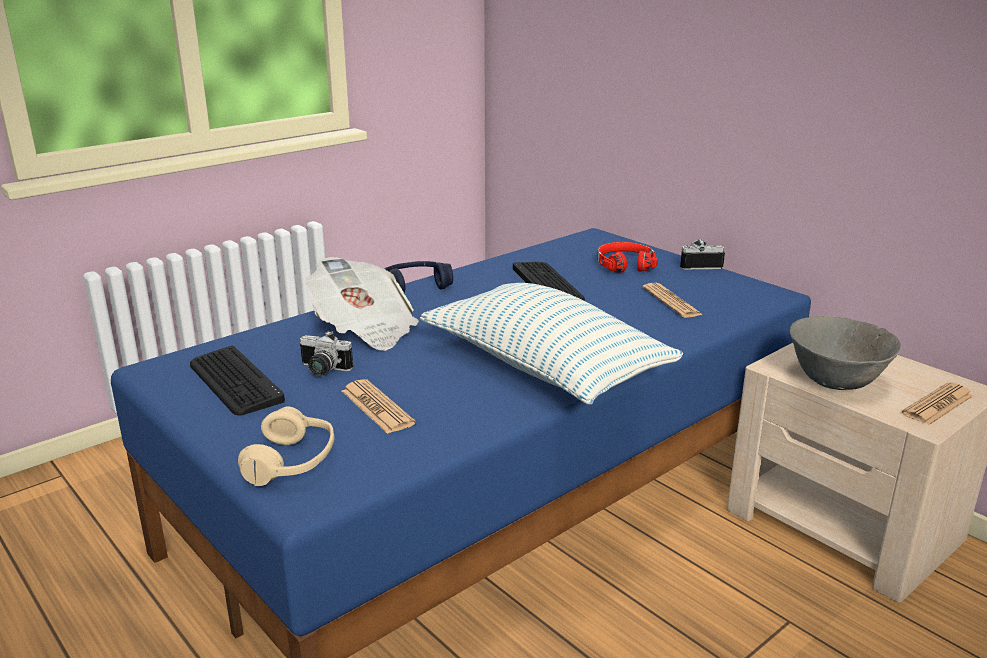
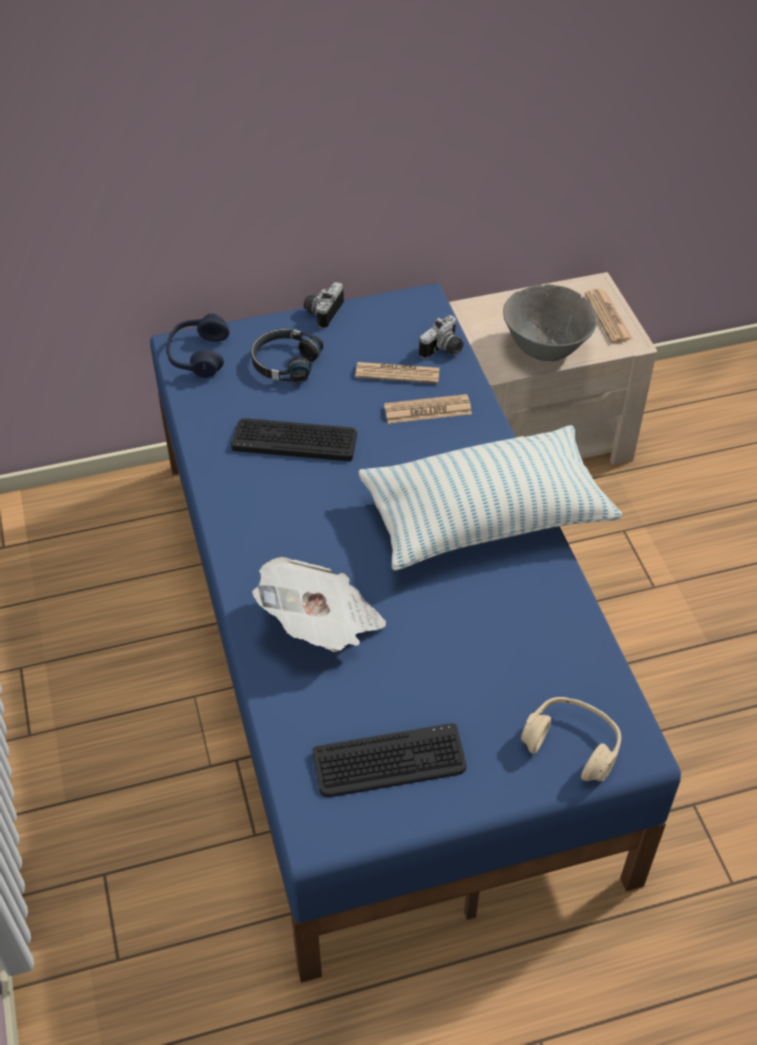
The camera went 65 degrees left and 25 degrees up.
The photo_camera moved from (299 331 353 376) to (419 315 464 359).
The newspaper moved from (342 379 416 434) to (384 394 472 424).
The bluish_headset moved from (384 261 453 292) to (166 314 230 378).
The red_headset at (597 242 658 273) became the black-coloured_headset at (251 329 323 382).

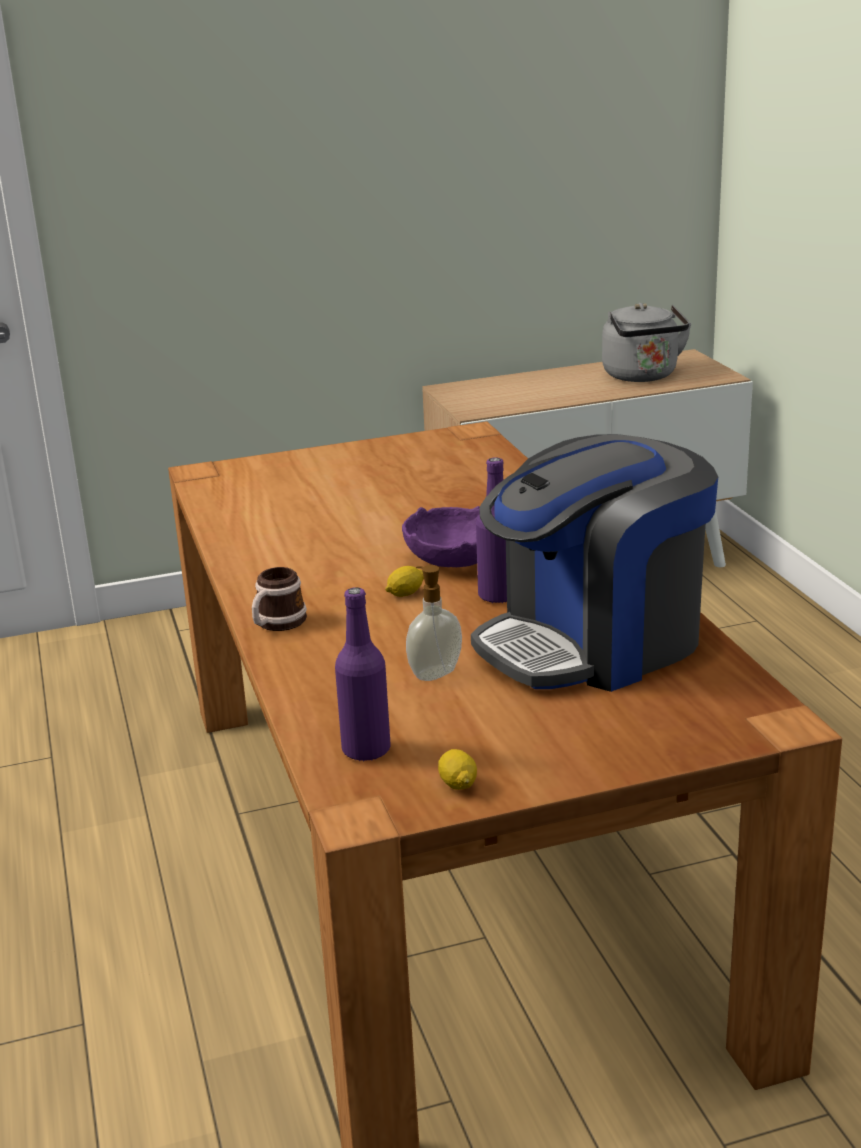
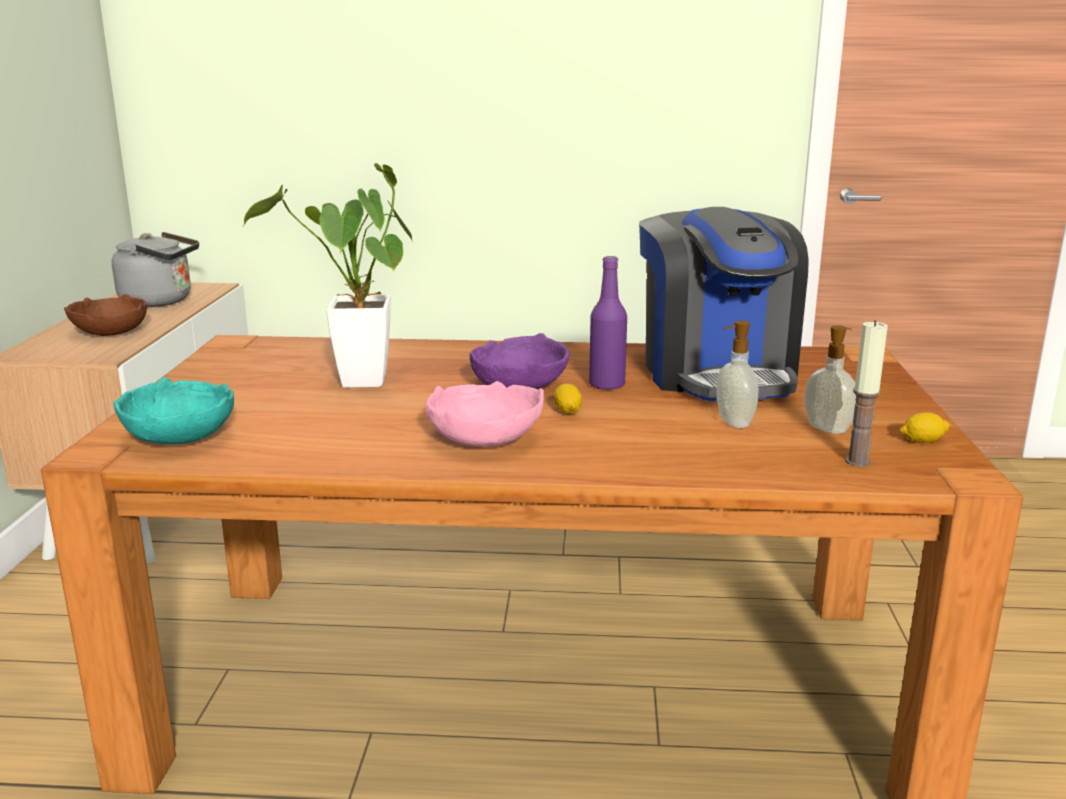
The camera went 70 degrees left and 5 degrees down.
The tea_mug at (252 567 307 631) disappeared.
The brown-coloured_deep_dish at (64 294 147 336) appeared.
The turquoise-coloured_deep_dish at (114 377 234 444) appeared.
The houseplant at (243 163 414 388) appeared.
The pink-coloured_deep_dish at (426 381 544 447) appeared.
The soap_dispenser at (804 325 856 434) appeared.
The purplish_drink_bottle at (335 587 391 762) was replaced by the candle at (845 320 888 467).

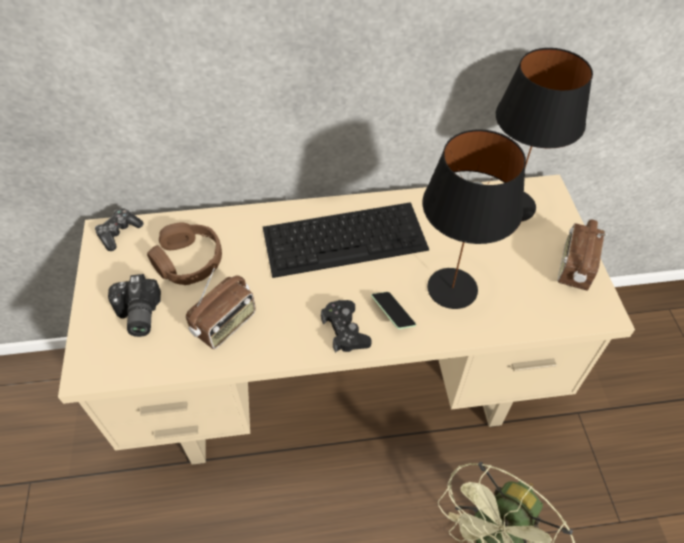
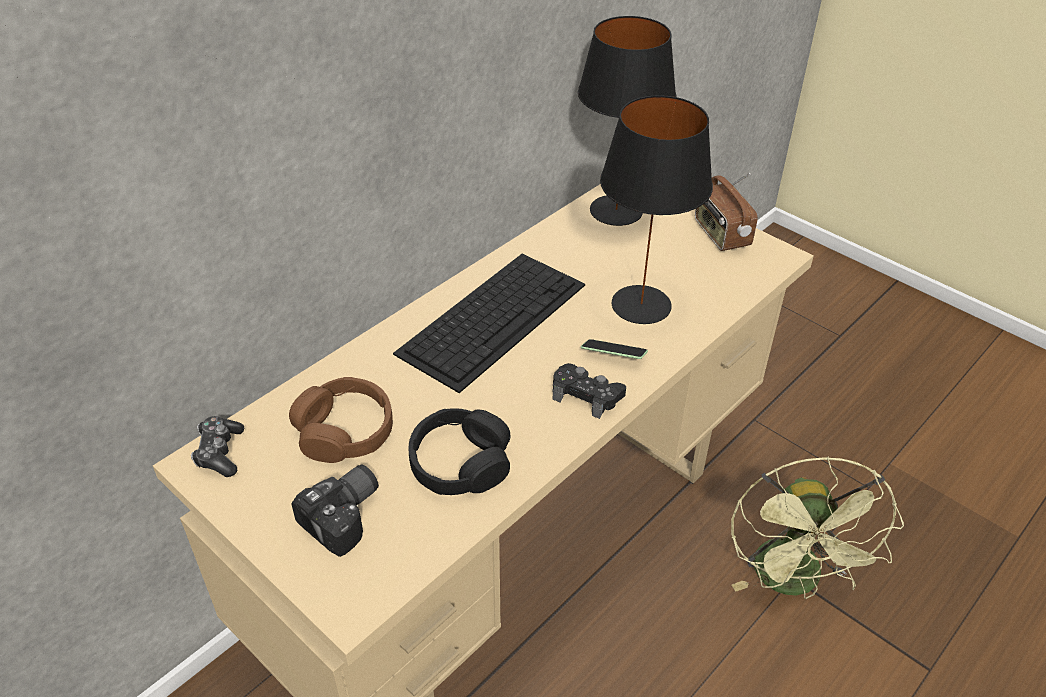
The camera went 40 degrees left and 10 degrees down.
The radio at (186 268 256 349) was replaced by the black-coloured_headset at (409 408 510 495).
The photo_camera at (108 274 161 337) turned 90 degrees counterclockwise.

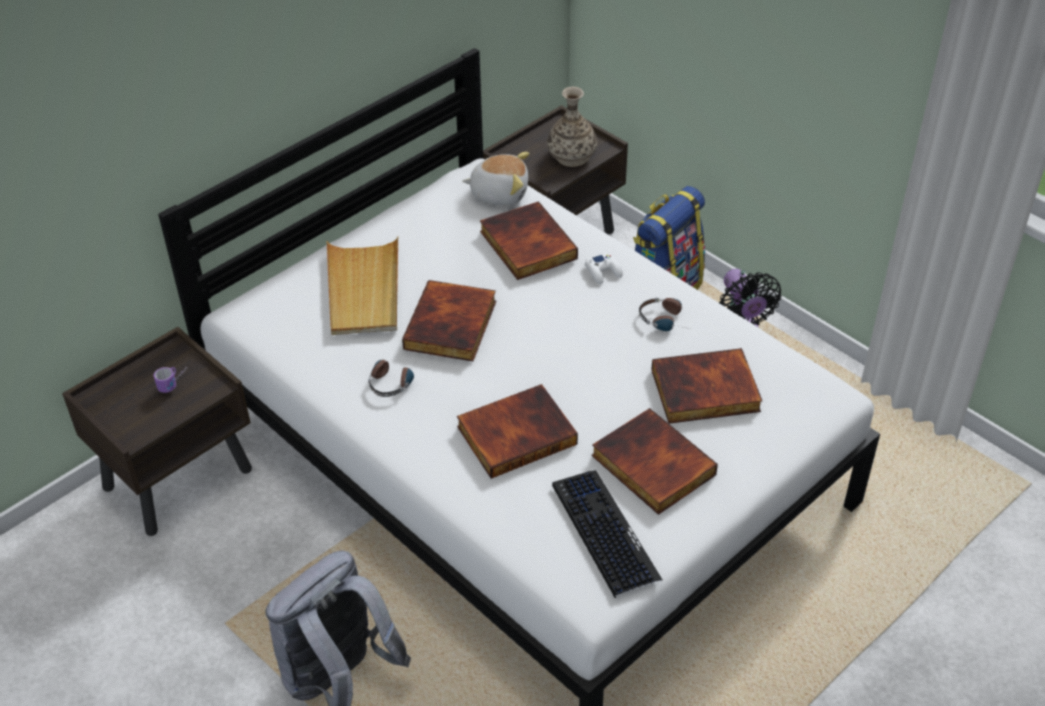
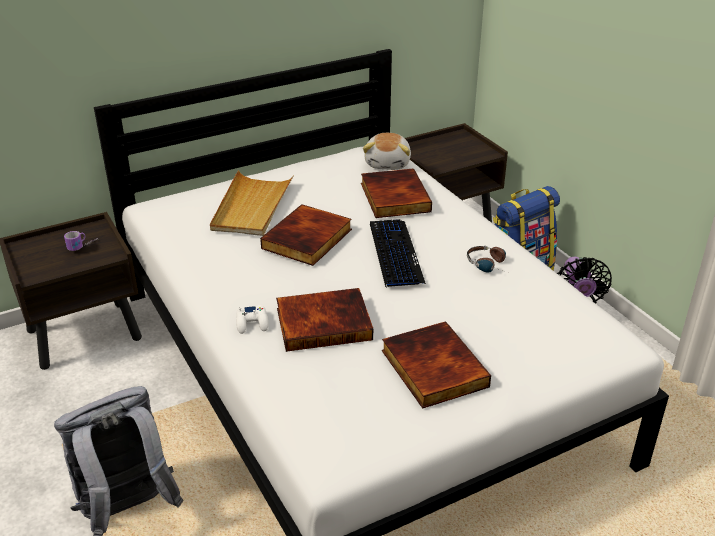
The camera went 15 degrees right and 10 degrees down.
The headset at (368 360 415 397) disappeared.
The vase at (547 87 597 167) disappeared.
The book at (651 348 762 424) disappeared.
The PC_keyboard moved from (552 470 662 598) to (370 219 426 288).
The whitish_joypad moved from (585 253 623 284) to (236 305 269 334).
The plush_toy at (462 152 529 205) turned 75 degrees clockwise.

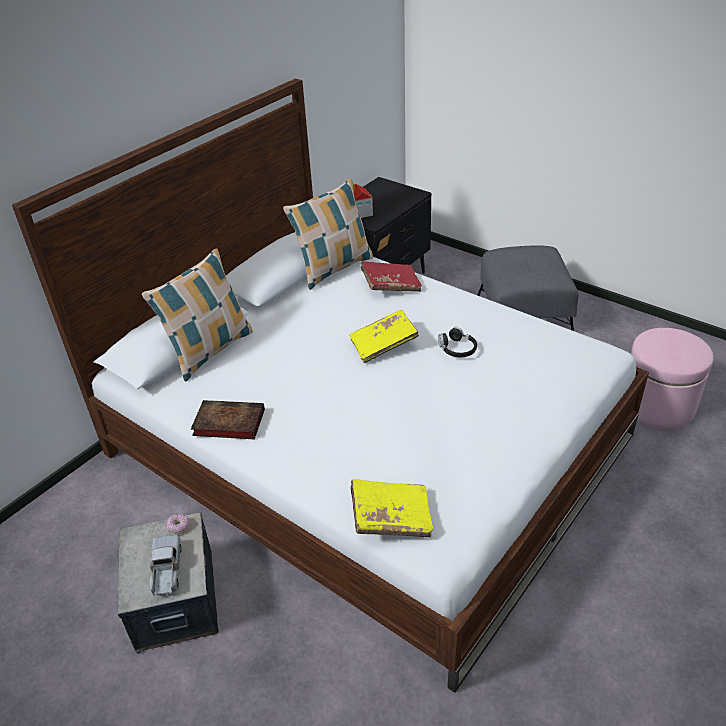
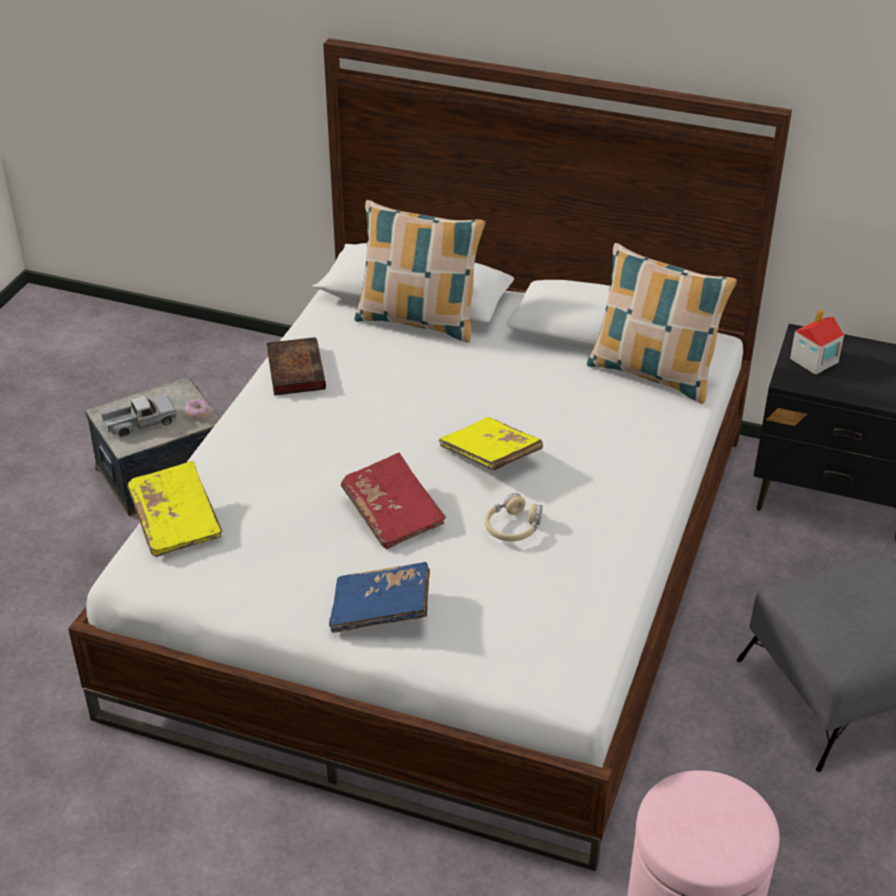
The camera went 70 degrees right and 0 degrees up.
The bluish_book at (329 562 430 633) appeared.
The red_book moved from (361 261 422 292) to (341 453 446 549).
The black-coloured_headset at (438 327 477 357) became the beige-coloured_headset at (485 493 542 541).

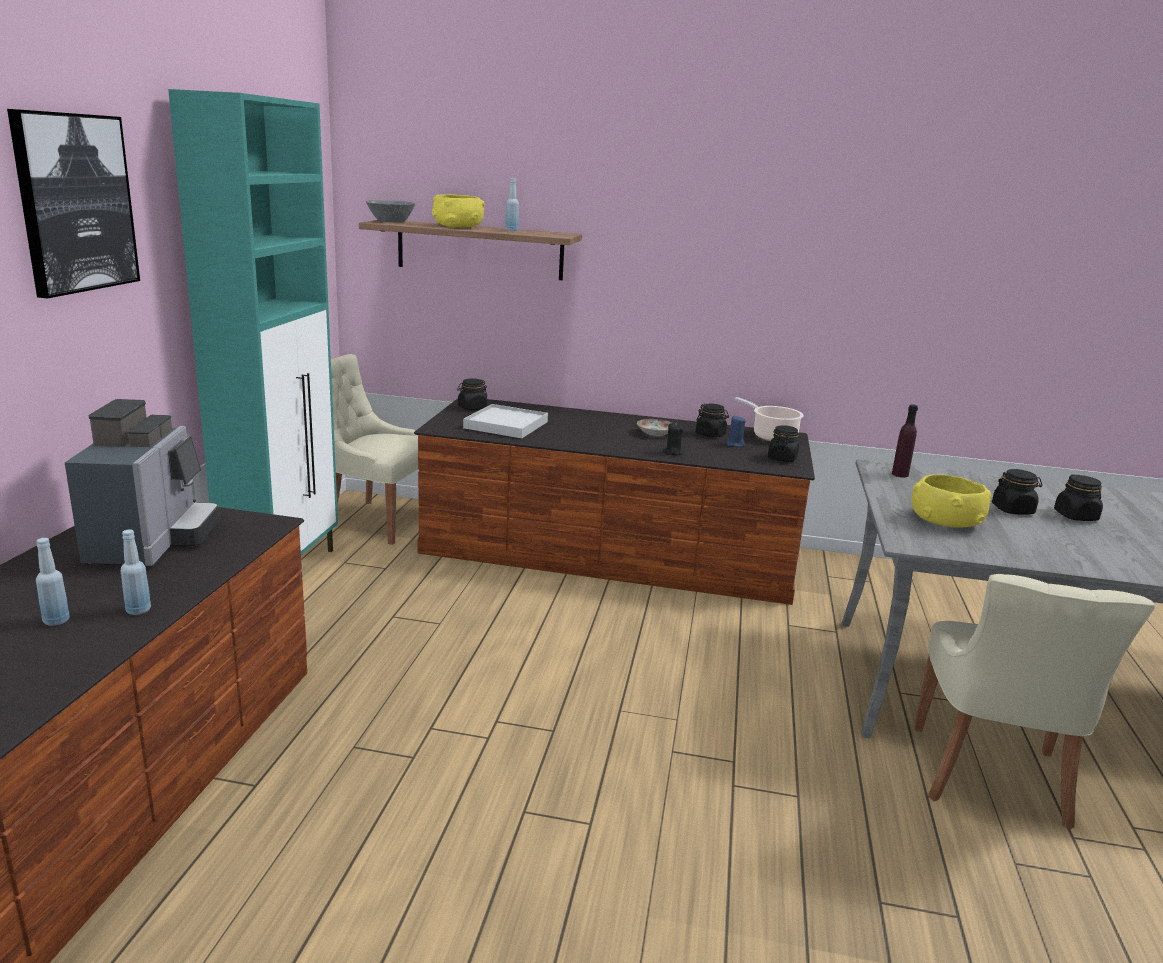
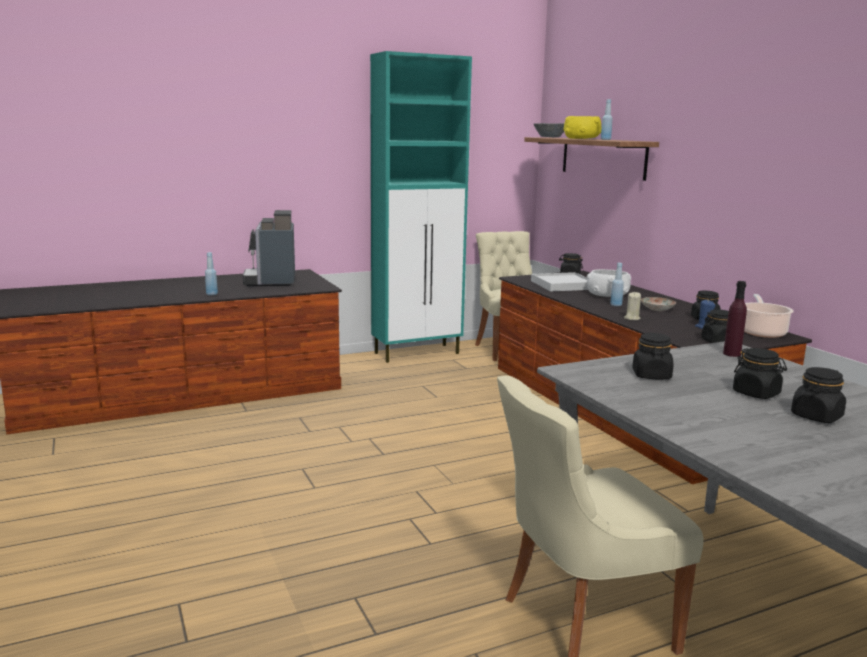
The camera went 55 degrees right and 5 degrees down.
The wall_art at (7 109 140 299) disappeared.
The whitish_deep_dish at (587 269 631 297) appeared.
The bluish_drink_bottle moved from (36 538 70 626) to (610 263 624 306).
The yellowish_deep_dish at (912 475 992 528) was replaced by the black-coloured_preserve_jar at (632 333 673 379).
The black-coloured_candle at (663 423 683 456) became the beige-coloured_candle at (624 292 641 320).
The coffee_machine at (65 399 220 566) turned 120 degrees clockwise.

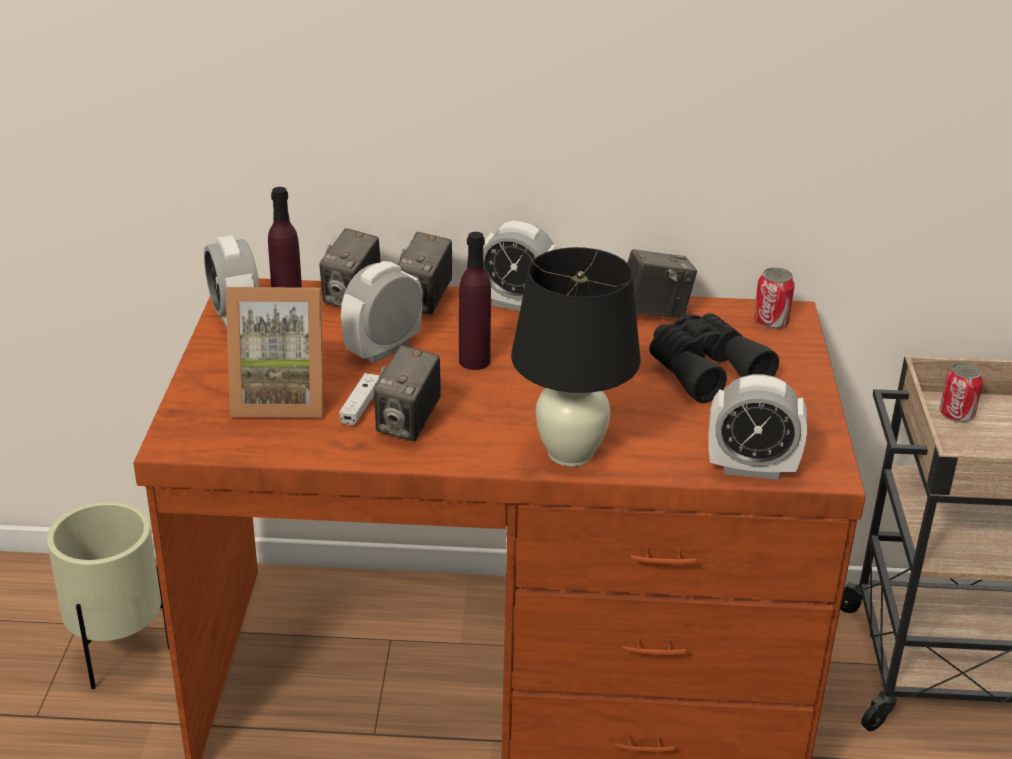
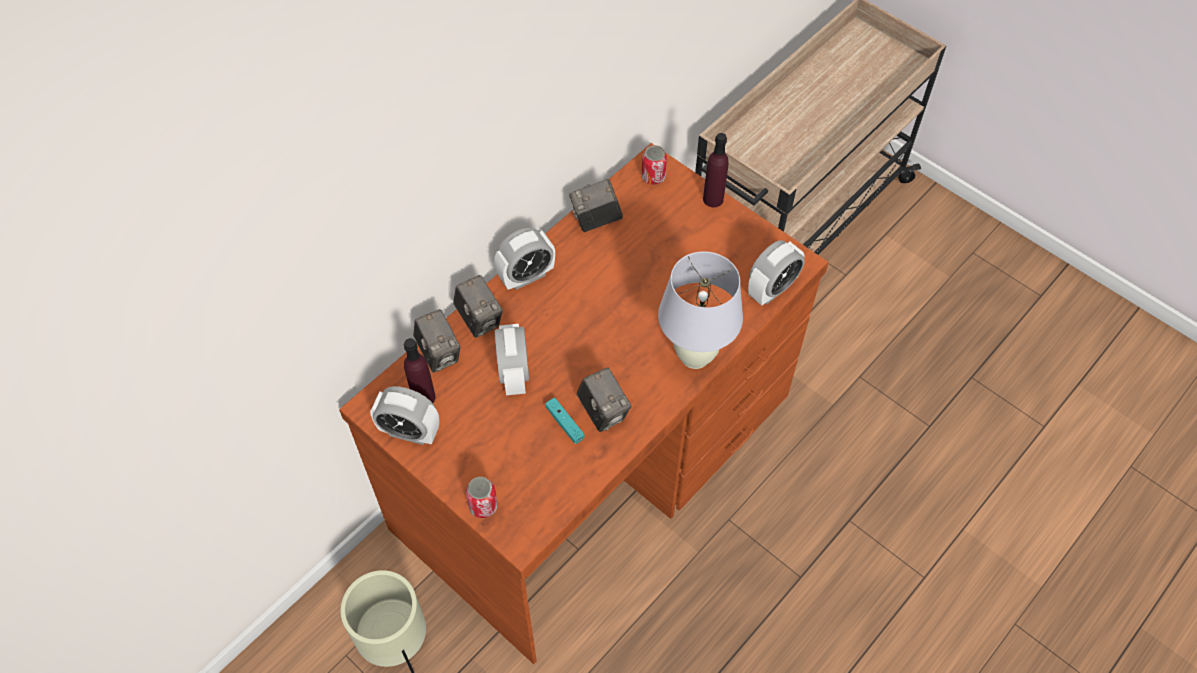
The camera went 50 degrees left and 25 degrees up.
The picture_frame at (226 287 323 417) disappeared.
The black-coloured_pair_of_binoculars at (649 313 779 403) disappeared.
The purplish_drink_bottle moved from (459 232 491 370) to (703 133 729 207).
The sealed_can moved from (940 362 983 423) to (466 477 498 518).
The whitish_joypad at (339 373 380 426) became the turquoise-coloured_joypad at (545 398 585 444).
The black-coloured_table_lamp at (511 247 641 467) became the whitish_table_lamp at (658 251 743 369).
The photo_camera at (627 249 697 318) turned 135 degrees counterclockwise.

